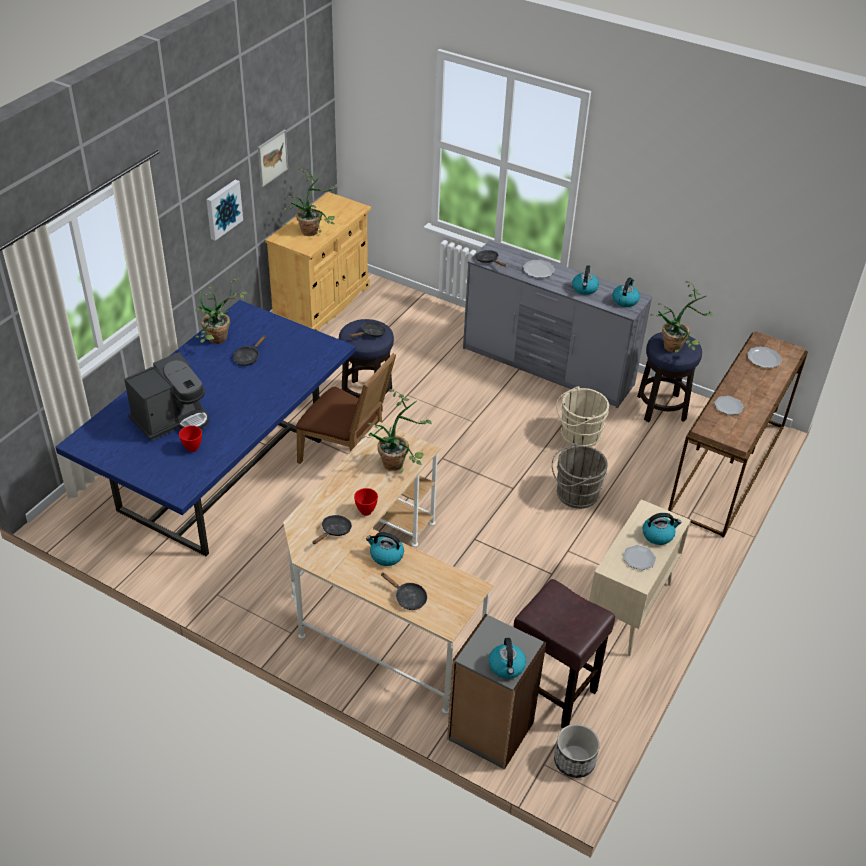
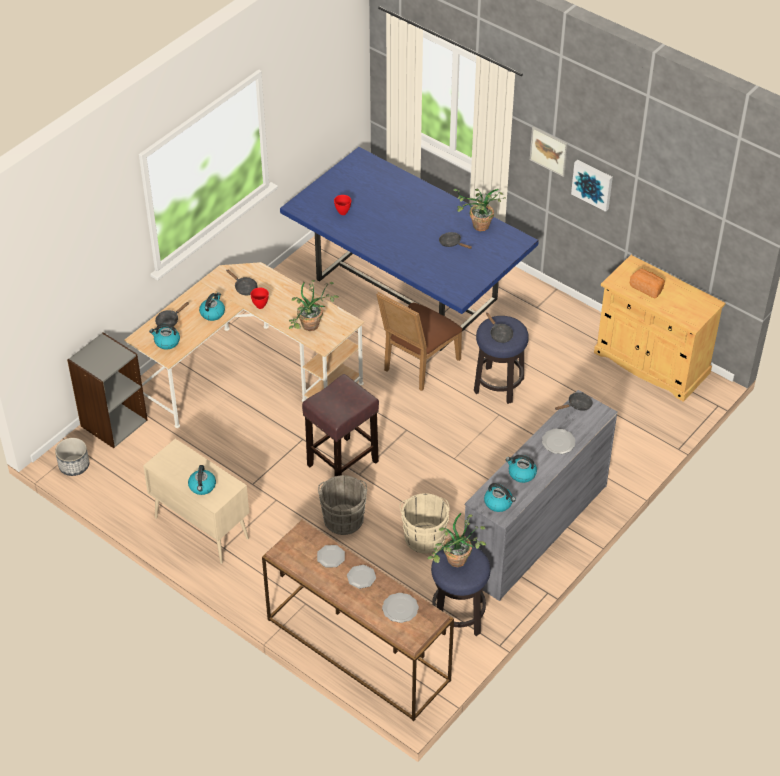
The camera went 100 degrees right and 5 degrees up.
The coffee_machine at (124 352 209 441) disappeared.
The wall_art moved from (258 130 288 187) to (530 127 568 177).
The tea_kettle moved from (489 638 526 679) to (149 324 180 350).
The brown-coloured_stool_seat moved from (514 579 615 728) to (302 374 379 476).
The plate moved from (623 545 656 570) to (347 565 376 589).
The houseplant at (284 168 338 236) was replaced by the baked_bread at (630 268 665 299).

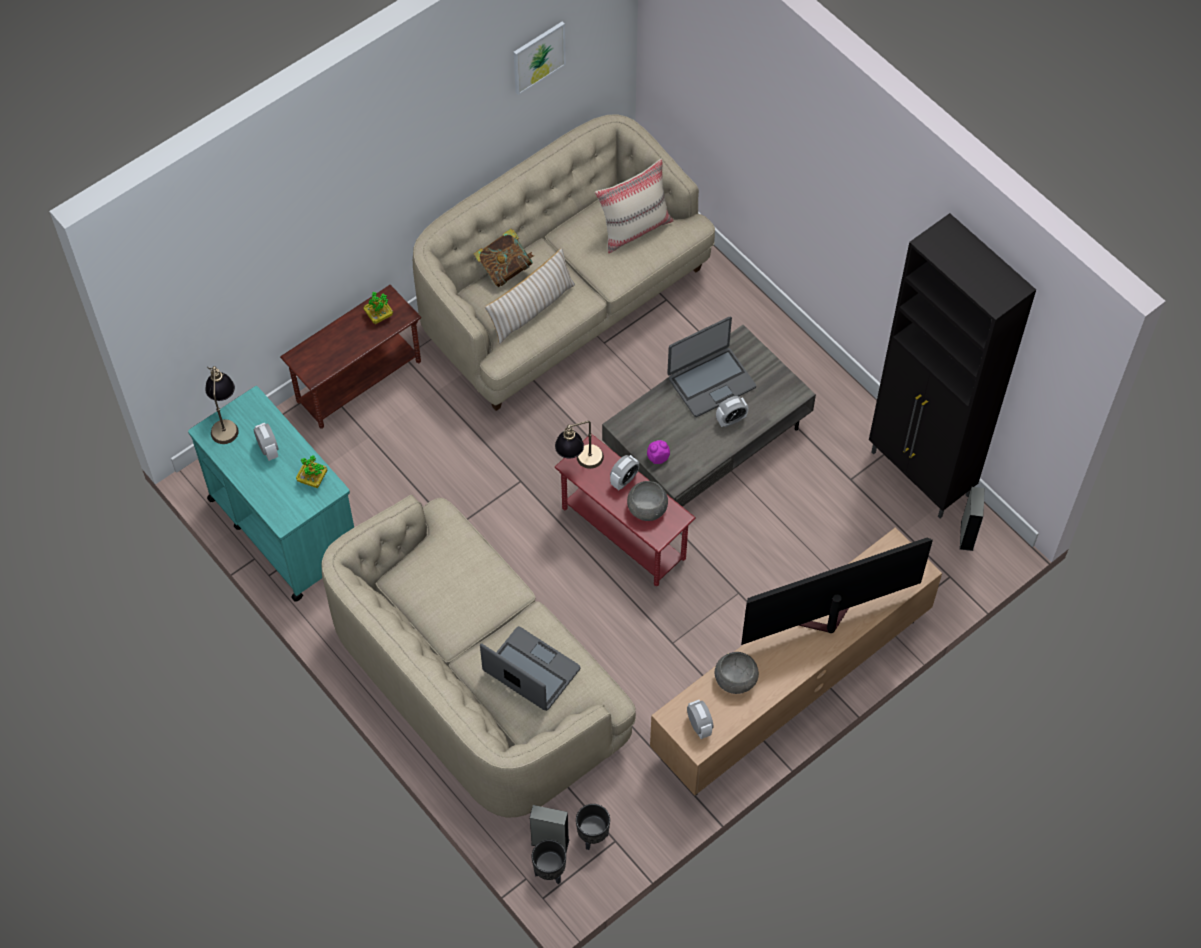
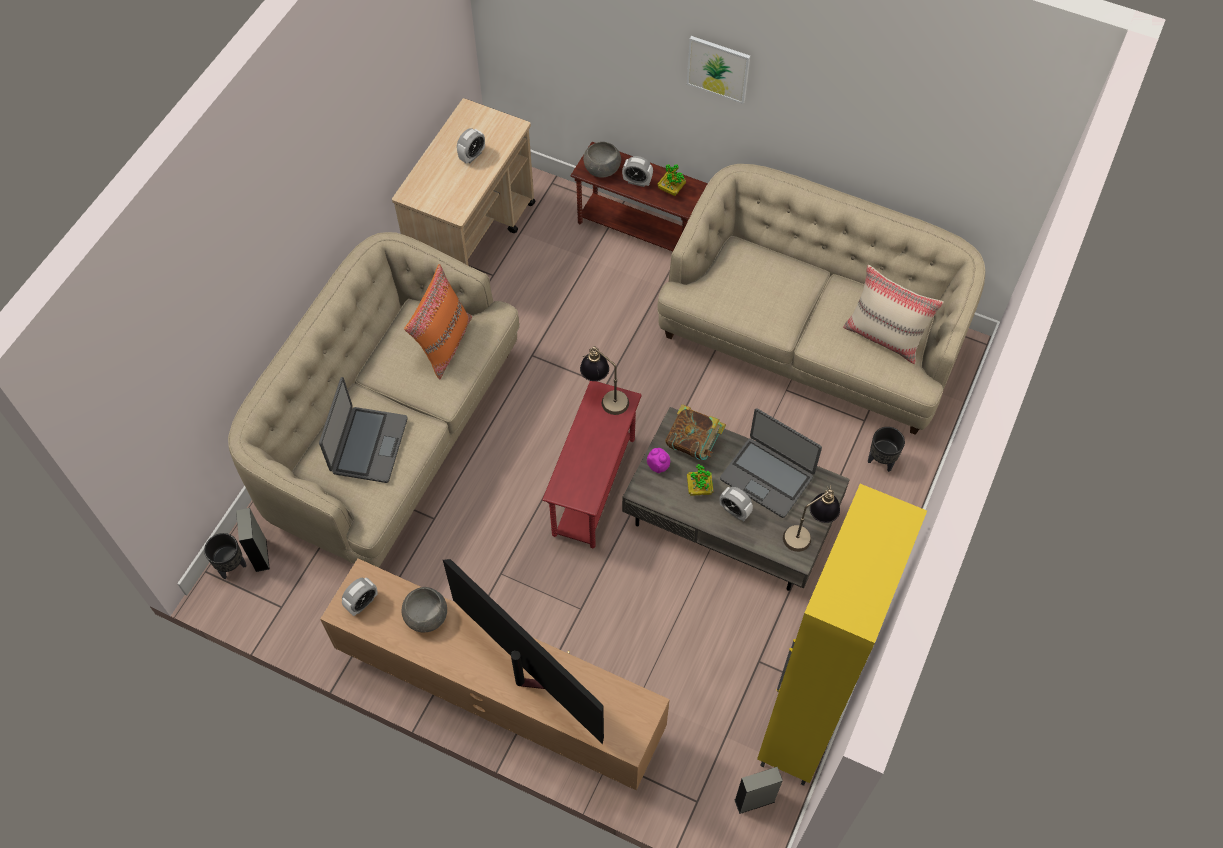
The camera went 65 degrees right and 0 degrees up.
The beige-coloured_throw_pillow at (485 248 575 344) disappeared.
The orange_throw_pillow at (404 264 472 379) appeared.
The table_lamp moved from (205 366 239 444) to (783 485 840 552).
The houseplant moved from (296 455 327 488) to (687 464 713 496).
The book moved from (473 229 534 287) to (665 404 726 460).
The wall_art moved from (514 21 566 95) to (687 36 750 104).
The black-coloured_flower_pot moved from (576 804 610 850) to (868 427 905 472).
The alarm_clock moved from (610 455 639 490) to (622 156 653 187).
The gray_deep_dish moved from (627 481 668 521) to (583 142 621 178).
The turquoise-coloured_cart at (188 386 354 601) became the beige-coloured_cart at (392 98 535 266).
The black-coloured_cabinet at (869 213 1036 518) became the yellowish_cabinet at (757 484 927 786).

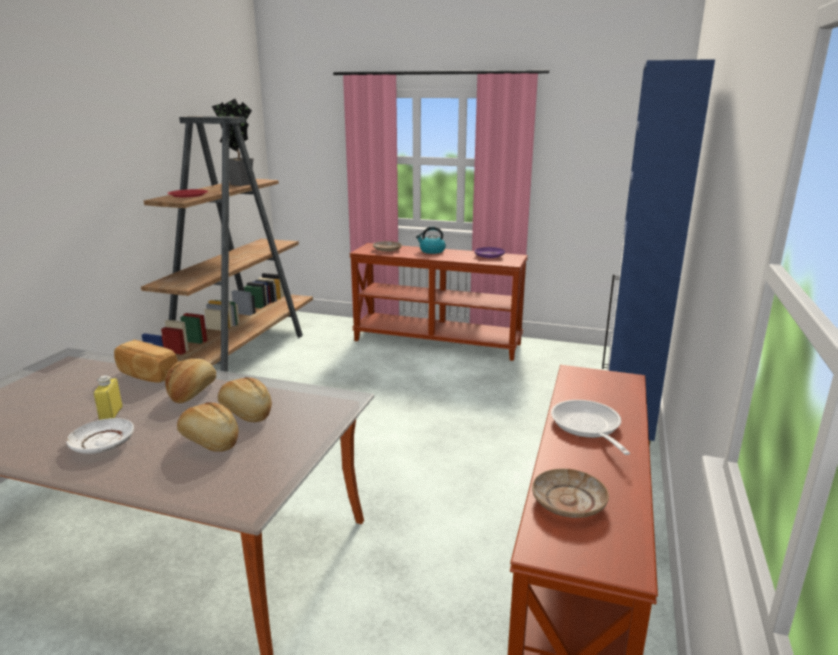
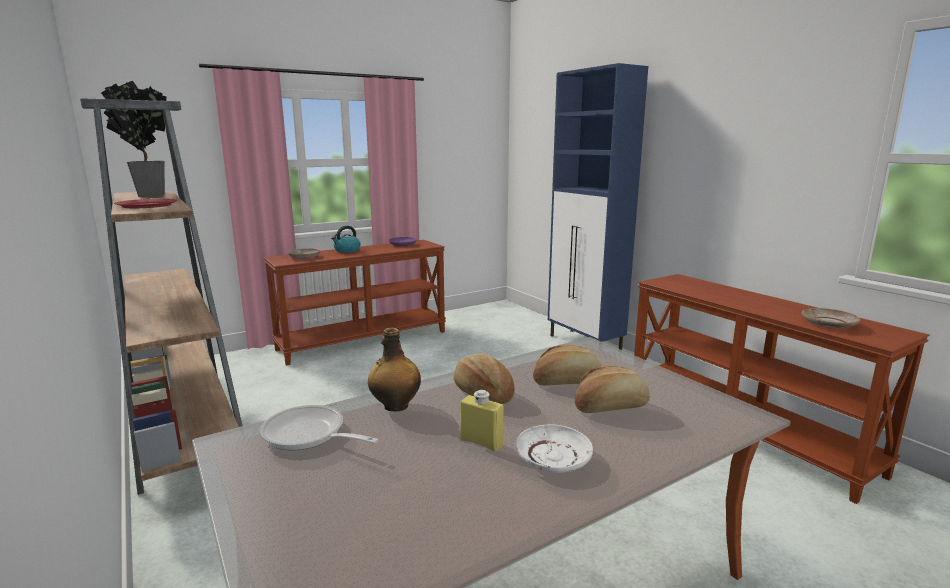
The camera went 50 degrees left and 5 degrees down.
The pan moved from (551 400 630 455) to (260 405 379 451).
The baked_bread at (114 340 178 383) was replaced by the drink_bottle at (368 328 421 412).

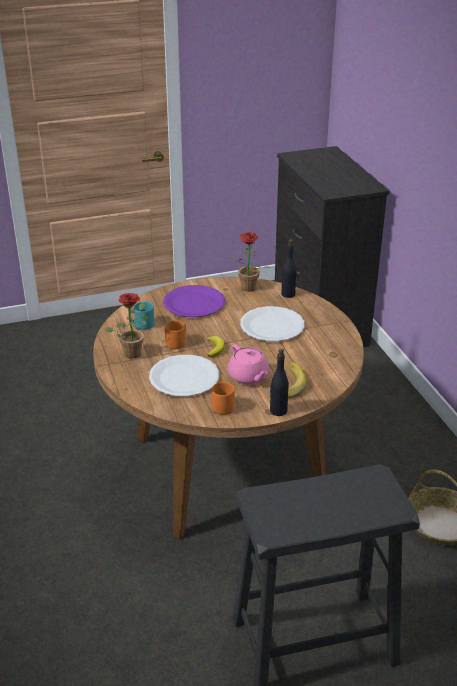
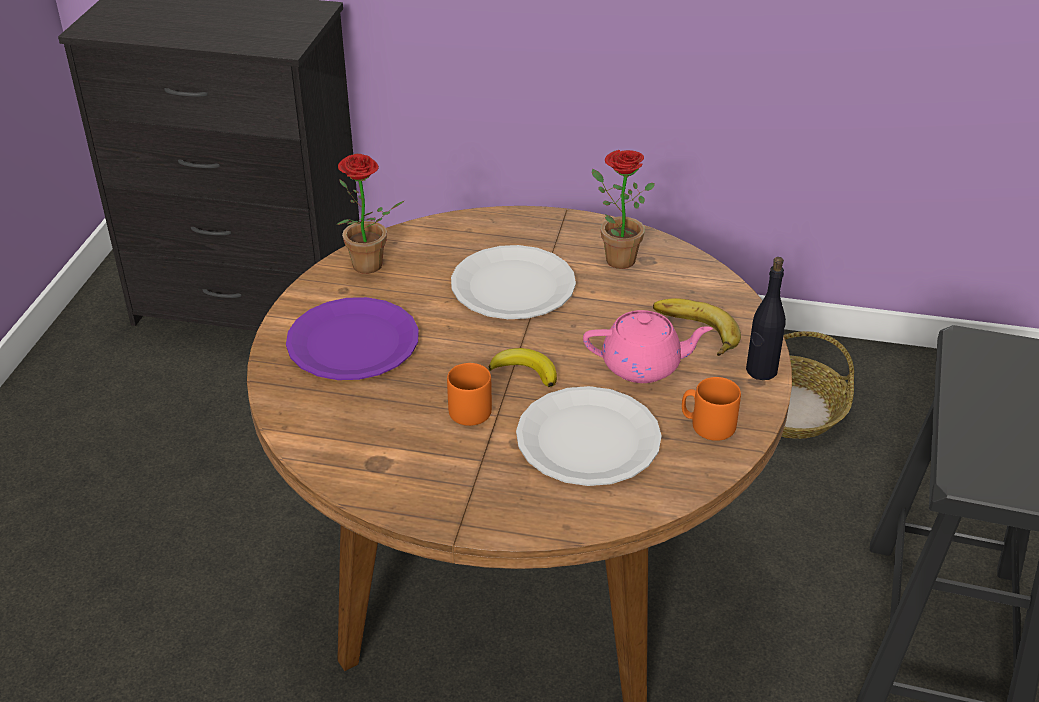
The camera went 60 degrees left and 5 degrees up.
The turquoise-coloured_tea_mug at (128 302 155 330) disappeared.
The black-coloured_drink_bottle at (281 239 297 298) disappeared.
The houseplant moved from (105 293 148 359) to (592 150 655 269).

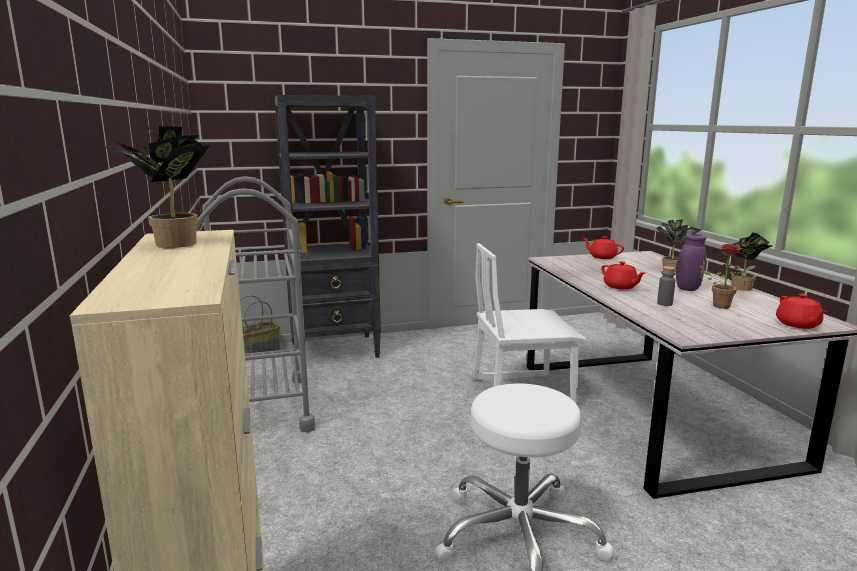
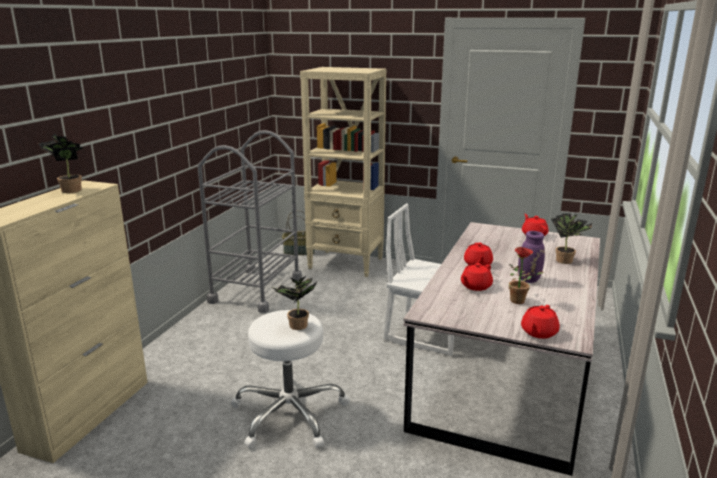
The camera went 35 degrees right and 5 degrees up.
The houseplant moved from (731 232 772 291) to (272 276 318 330).
The gray_drink_bottle at (657 266 676 306) was replaced by the red_pot_for_tea at (461 263 493 291).
The black-coloured_shelving_unit at (275 95 381 358) became the beige-coloured_shelving_unit at (300 67 386 277).

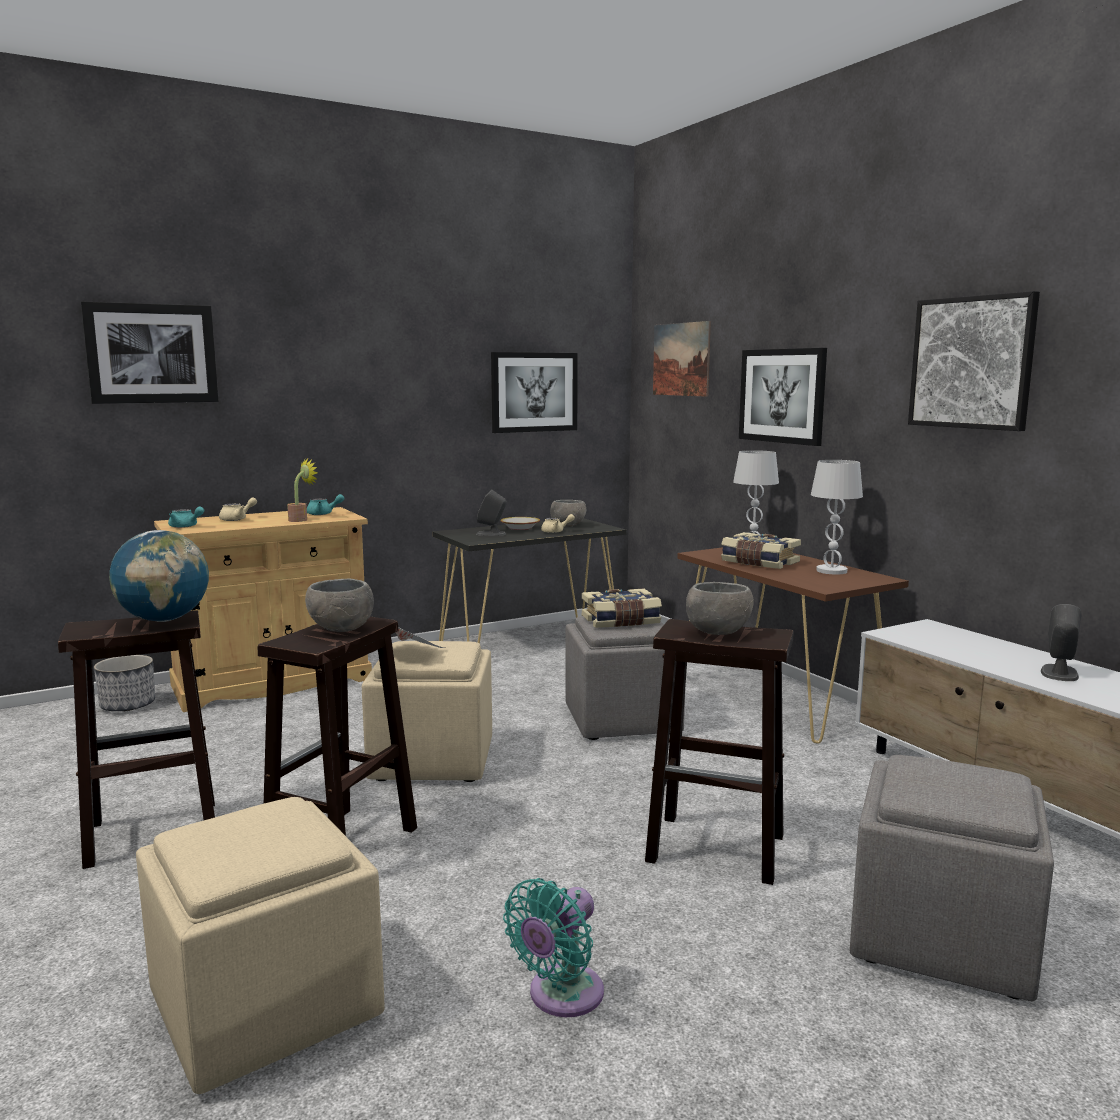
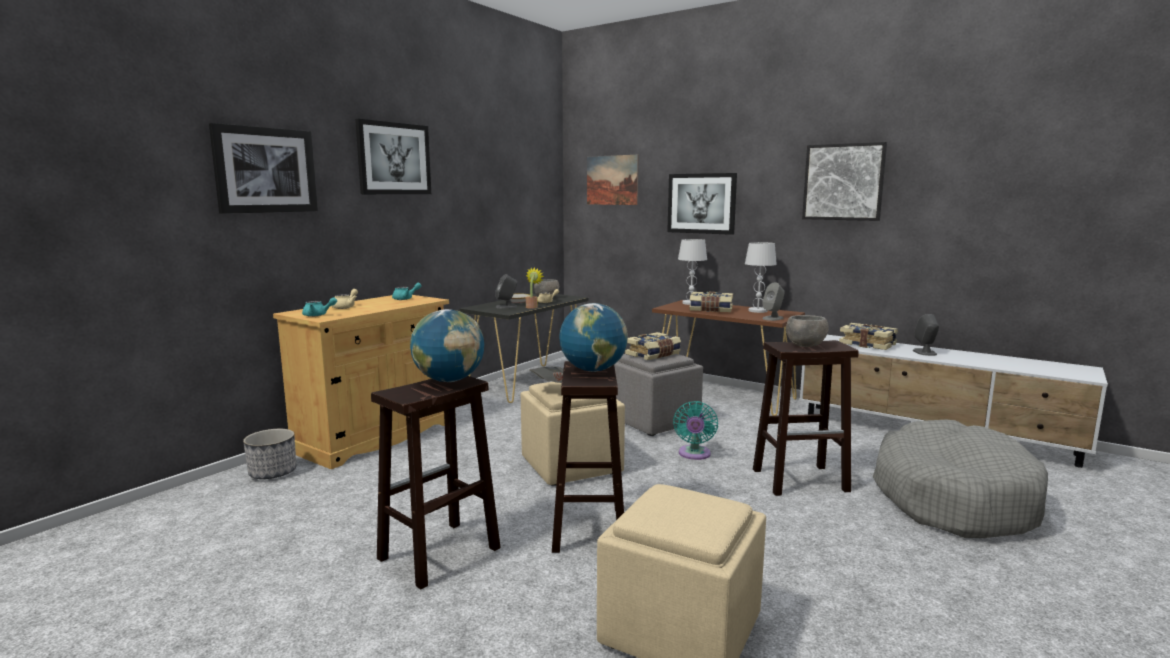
The camera went 25 degrees left and 0 degrees up.
The gray_loudspeaker at (762 282 785 321) appeared.
The book at (839 323 898 350) appeared.
The houseplant moved from (287 459 318 522) to (526 267 544 309).
The wall_art moved from (491 352 578 433) to (355 119 431 194).
The turquoise-coloured_electric_fan moved from (503 878 604 1017) to (673 401 718 460).
The gray_deep_dish at (305 579 374 632) was replaced by the world_globe at (559 303 628 372).
The gray_ottoman at (850 755 1054 1001) was replaced by the gray_pet_bed at (872 420 1048 538).

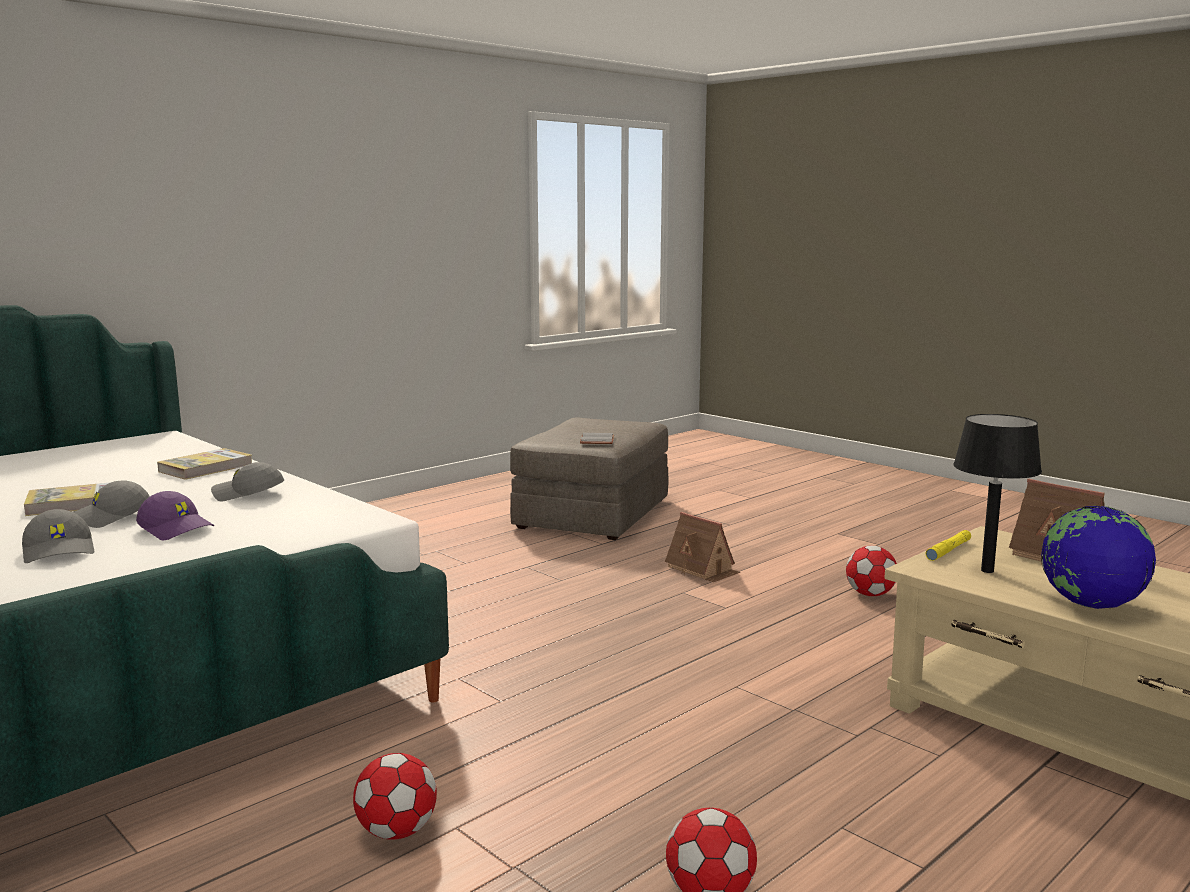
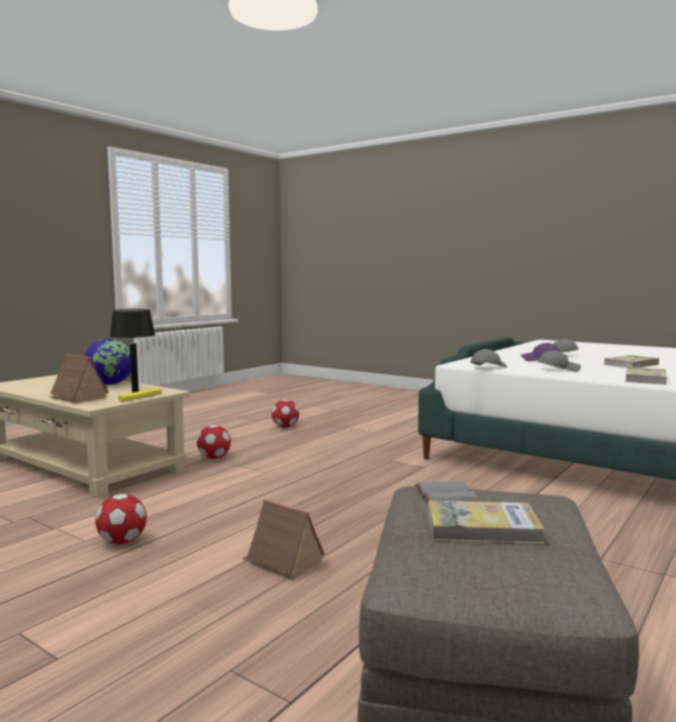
The camera went 170 degrees right and 5 degrees down.
The book at (428 500 545 544) appeared.
The gray_baseball_cap moved from (74 480 150 528) to (471 349 507 368).
The football_ball moved from (353 753 437 840) to (197 425 231 459).

